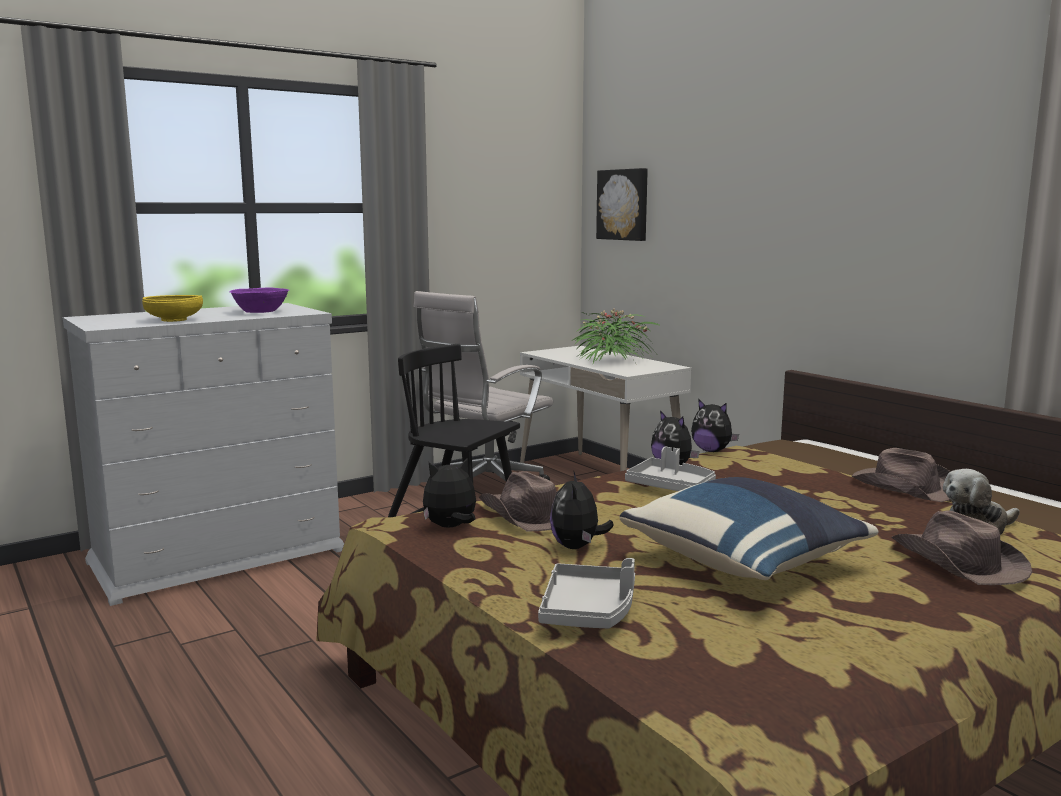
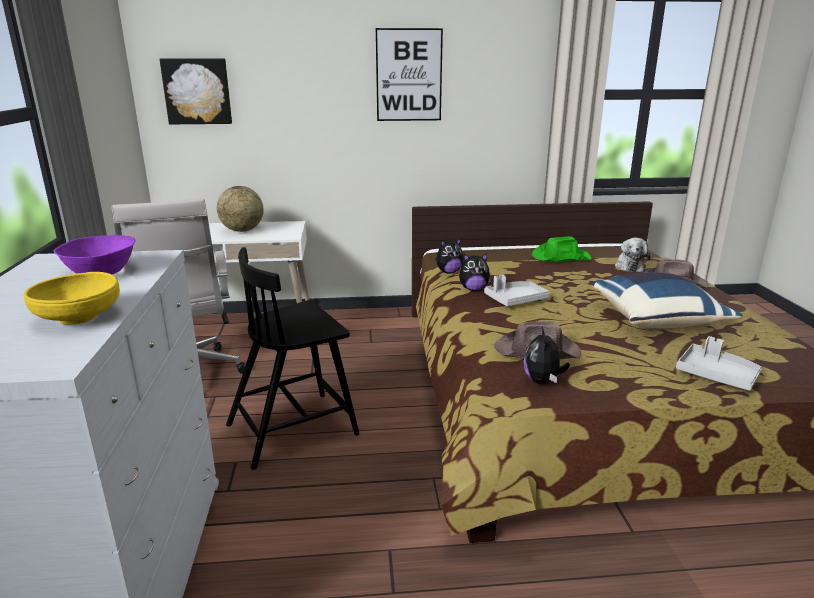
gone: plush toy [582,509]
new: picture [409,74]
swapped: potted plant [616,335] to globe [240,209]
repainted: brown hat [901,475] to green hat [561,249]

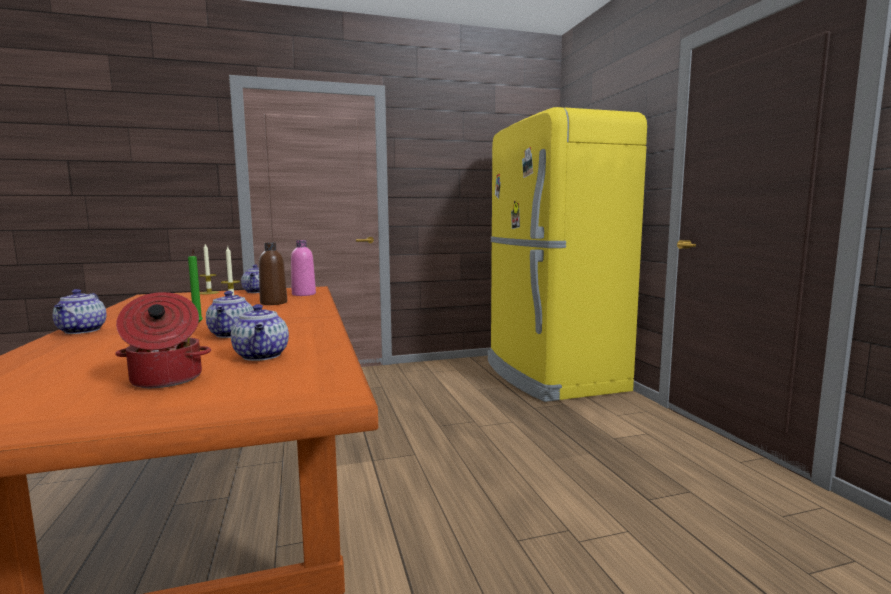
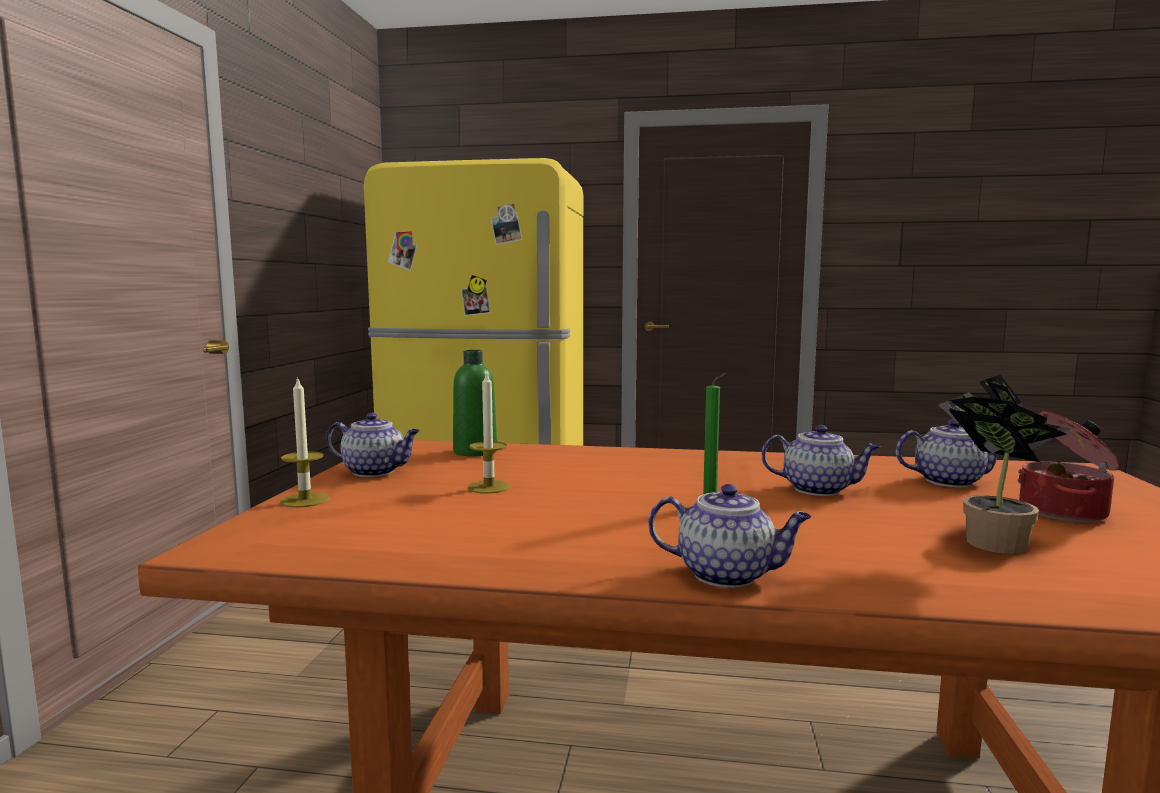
gone: brown bottle [273,273]
new: potted plant [1005,464]
repainted: pink bottle [303,268] to green bottle [475,403]

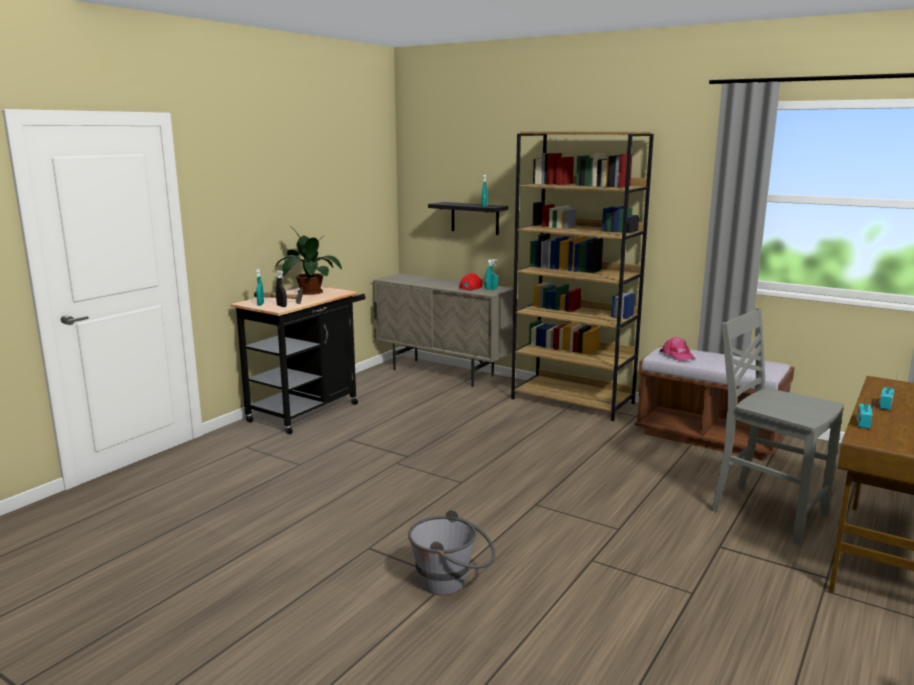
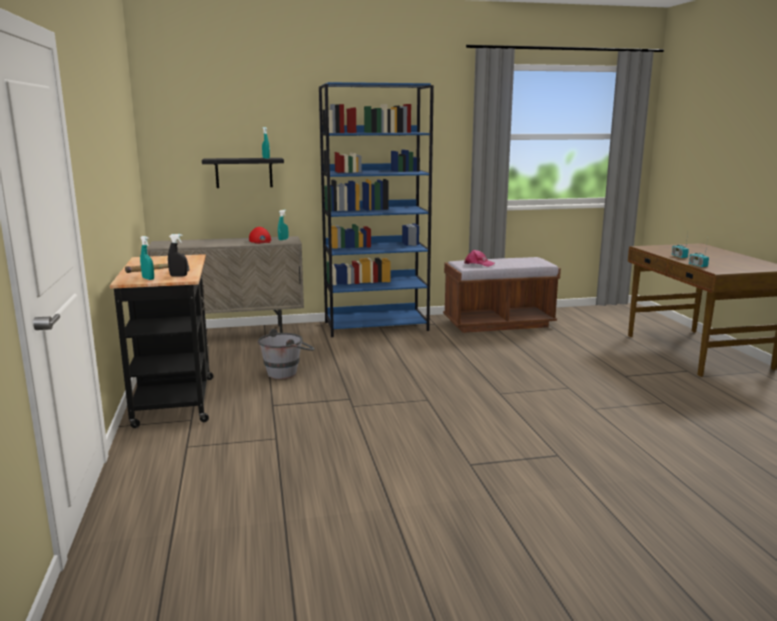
gone: potted plant [308,260]; grey chair [777,426]
shifted: grey bucket [451,552] to [286,354]
repainted: brown bookcase [582,276] to blue bookcase [376,209]

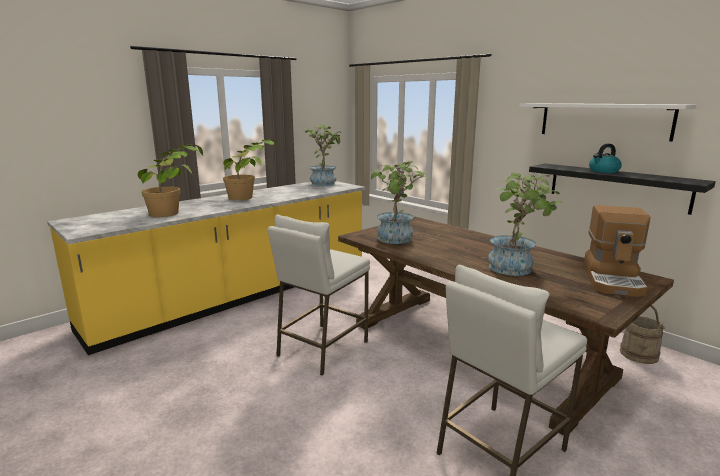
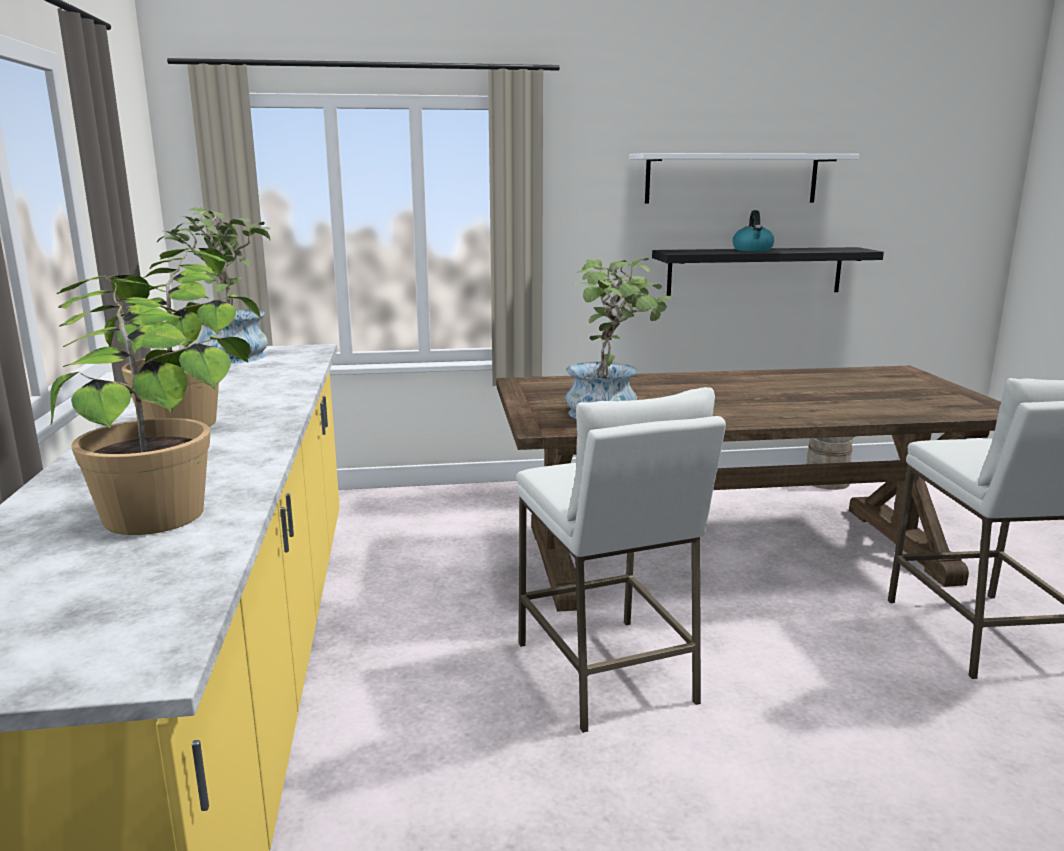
gone: potted plant [525,224]; coffee machine [617,251]

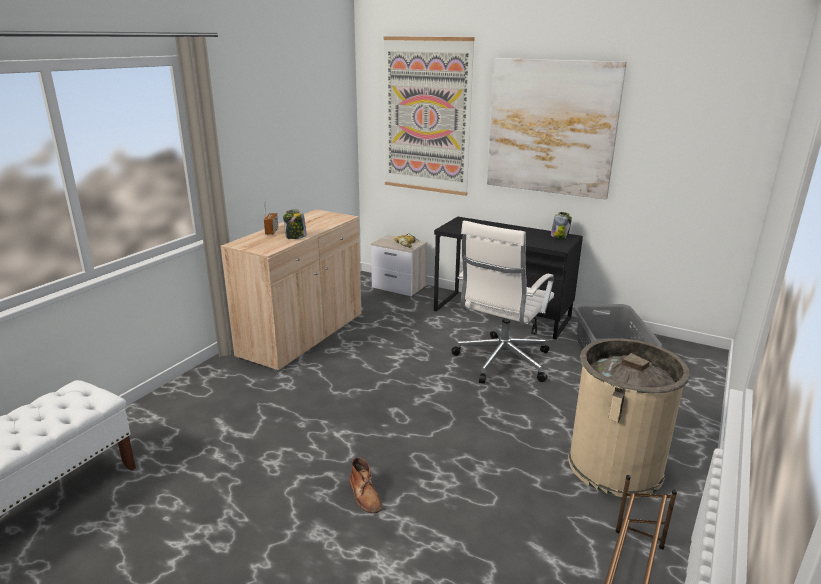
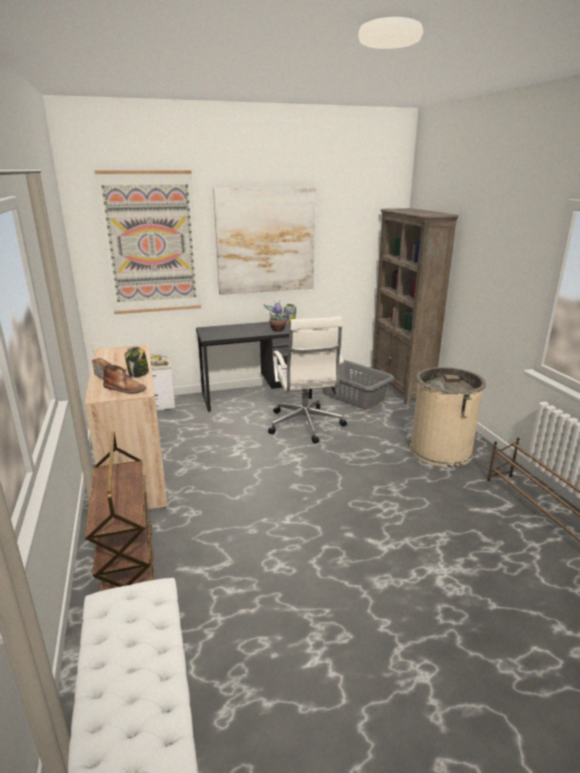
new: brown cart [119,511]; potted plant [275,316]; brown bookcase [415,306]
shifted: brown boot [366,485] to [124,379]

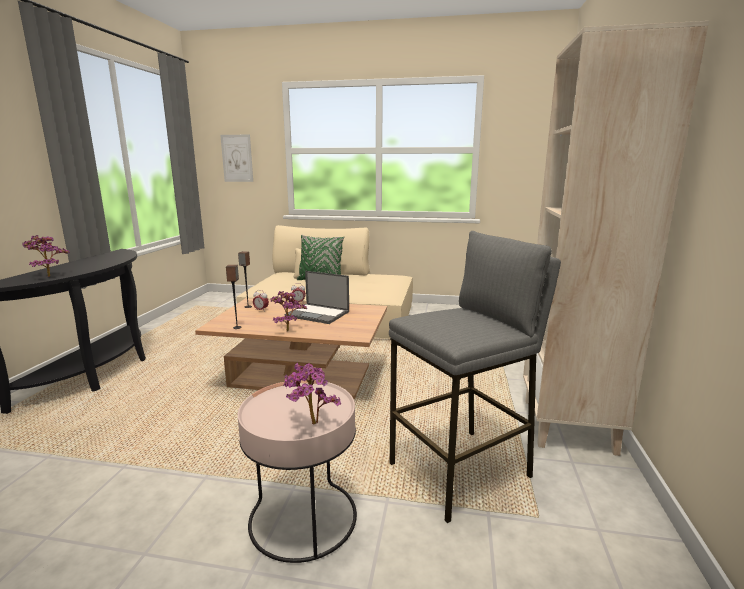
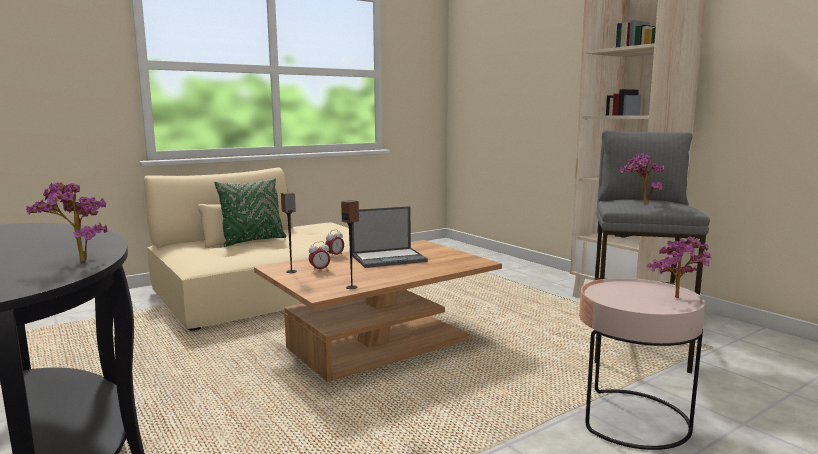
gone: picture [236,158]
shifted: potted plant [288,311] to [642,179]

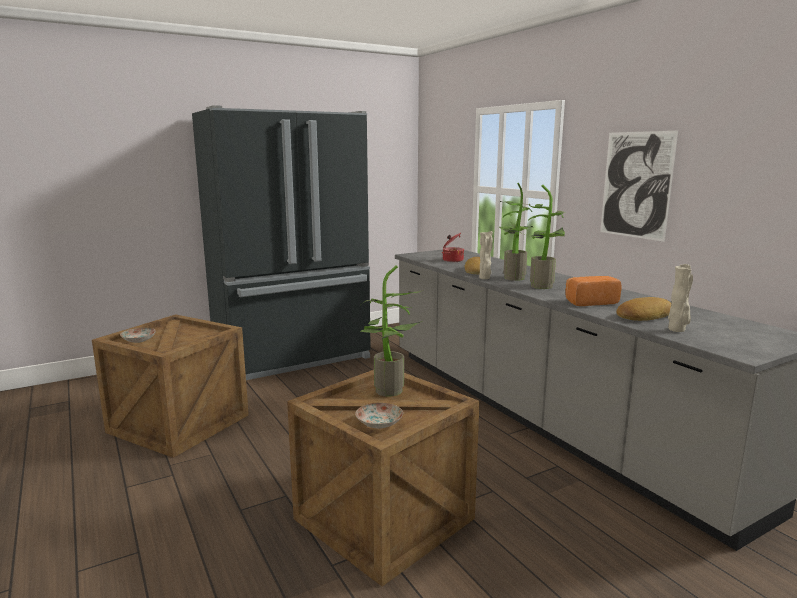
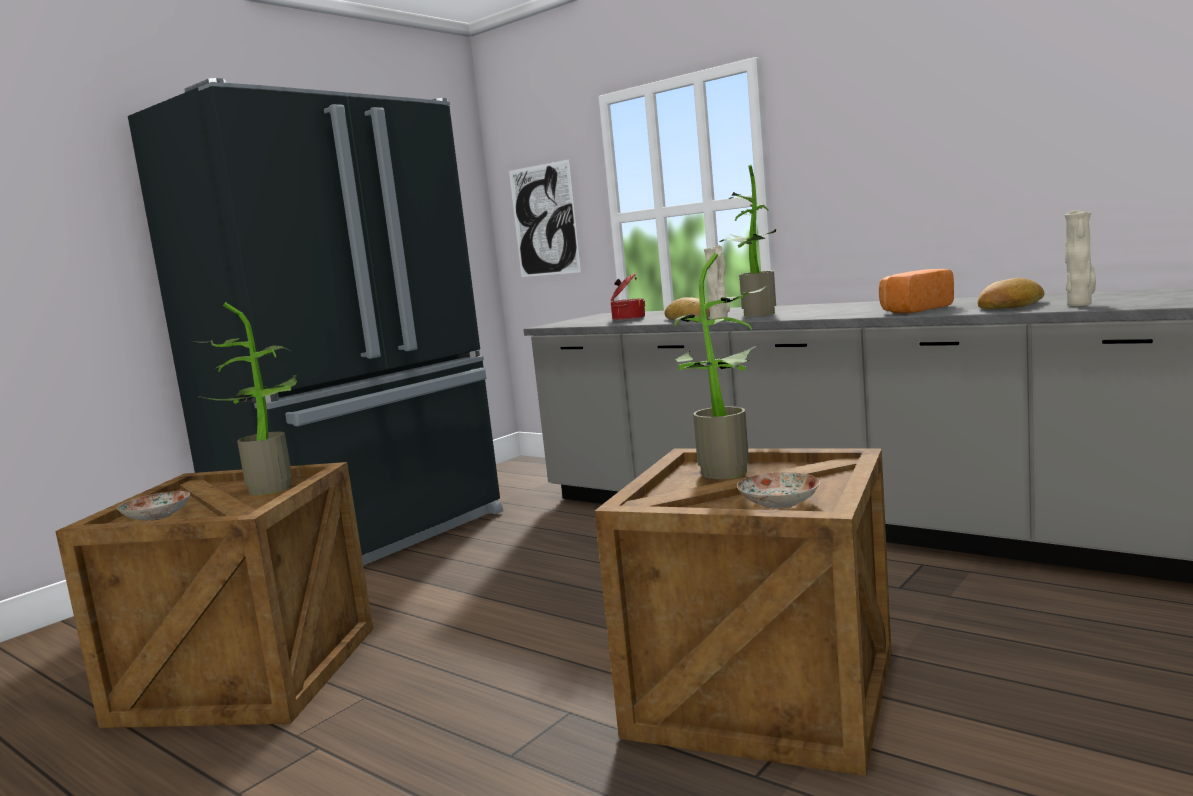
shifted: potted plant [545,237] to [245,398]; picture [639,186] to [545,218]

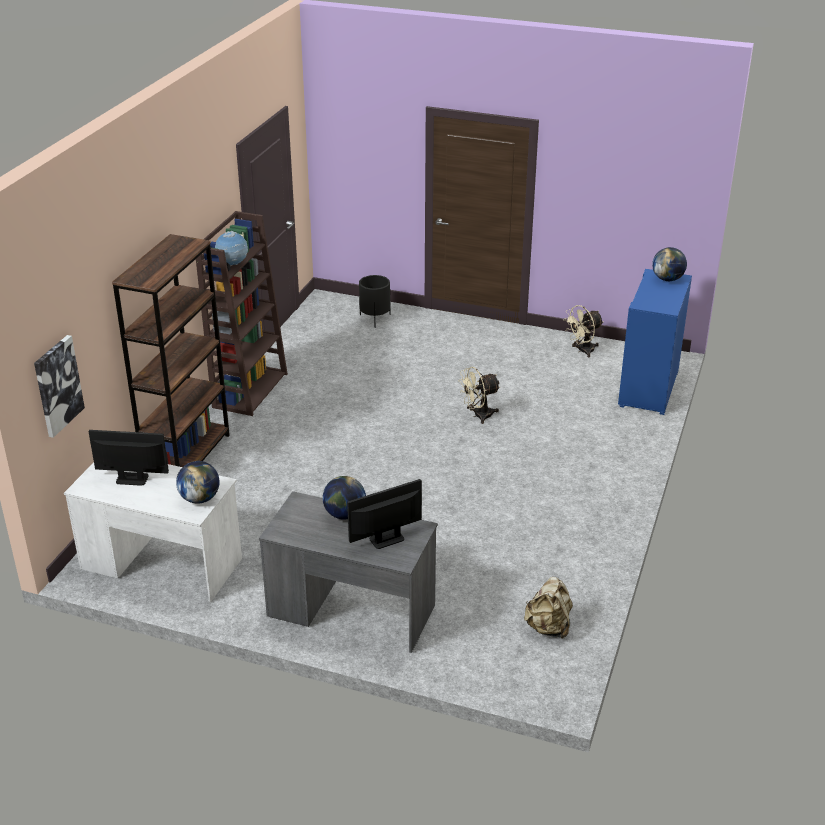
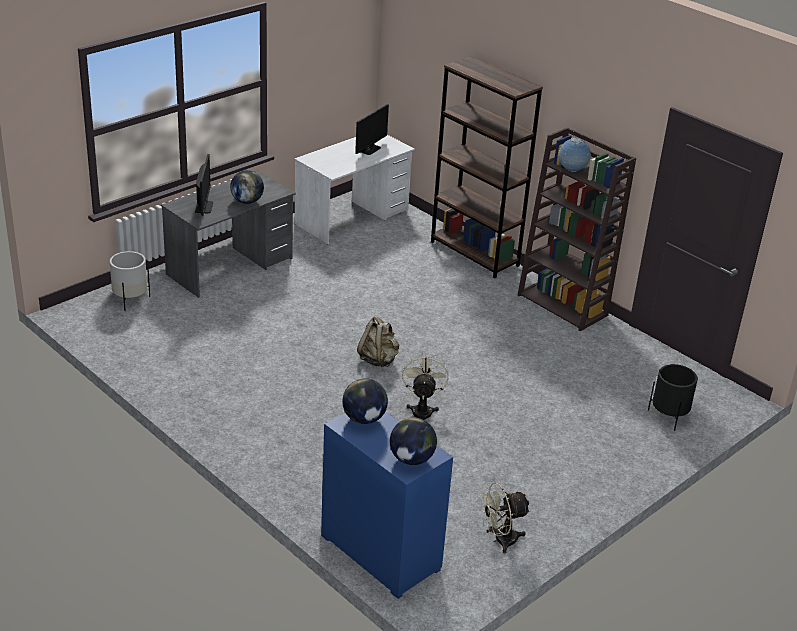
gone: picture [59,386]
new: white planter [130,281]
shifted: globe [198,482] to [365,401]; beige backpack [548,608] to [378,341]
rotated: beige fan [583,331] = [504,518] 105 degrees counterclockwise

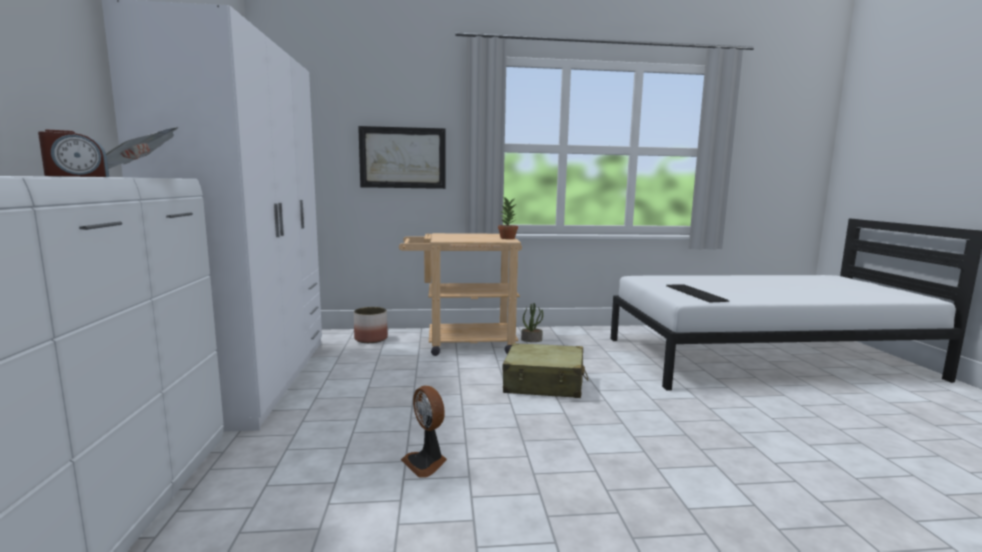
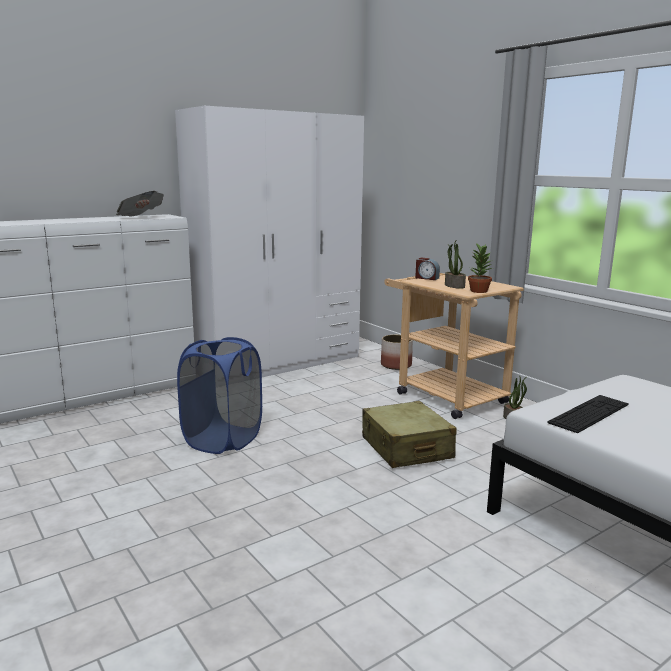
gone: picture [402,157]
new: potted plant [455,264]
shifted: alarm clock [73,153] to [427,269]
swapped: fan [424,432] to blue laundry basket [219,395]

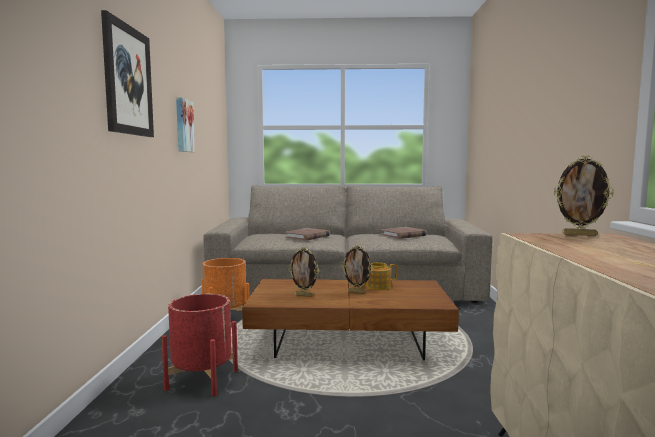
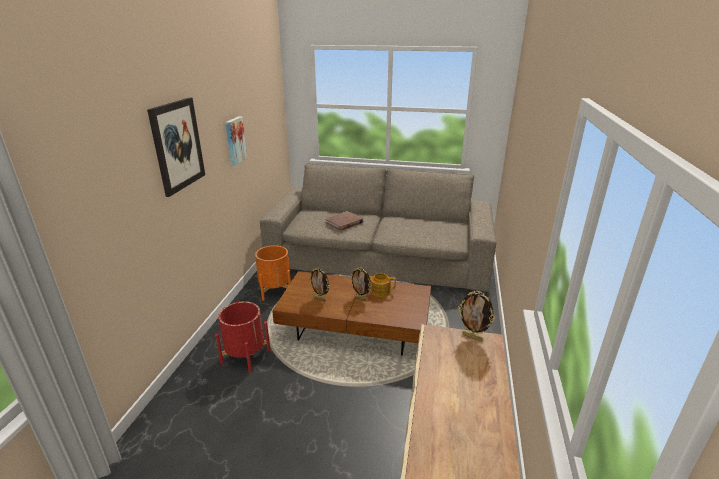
gone: brown book [404,233]

